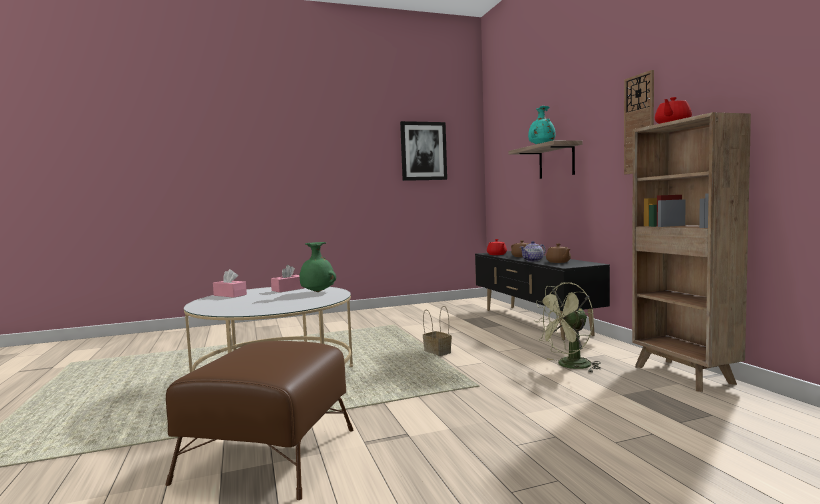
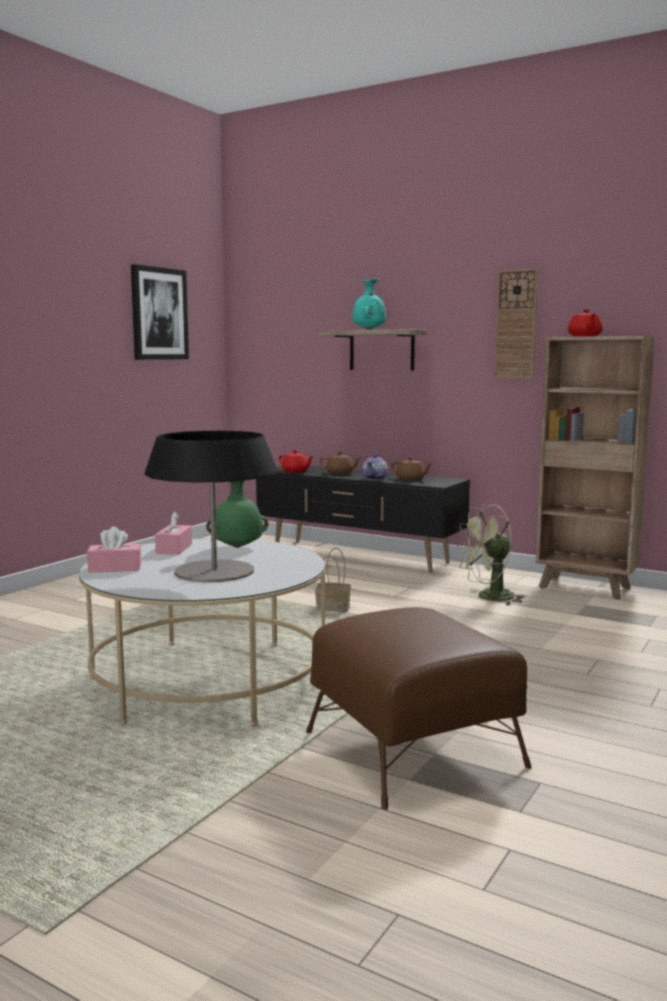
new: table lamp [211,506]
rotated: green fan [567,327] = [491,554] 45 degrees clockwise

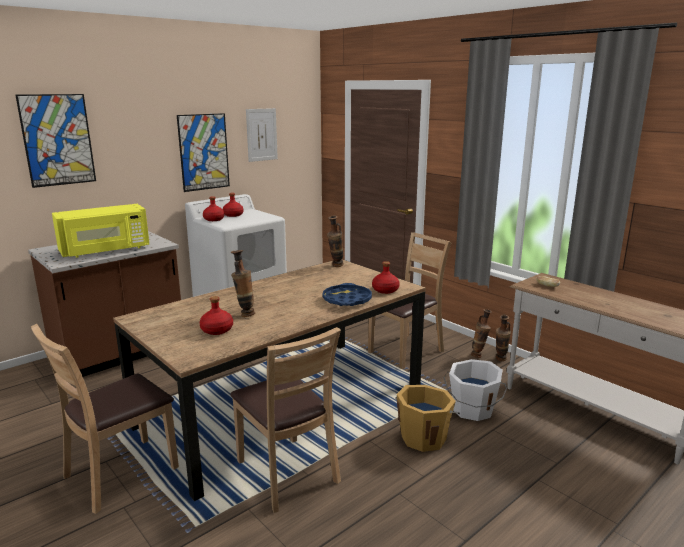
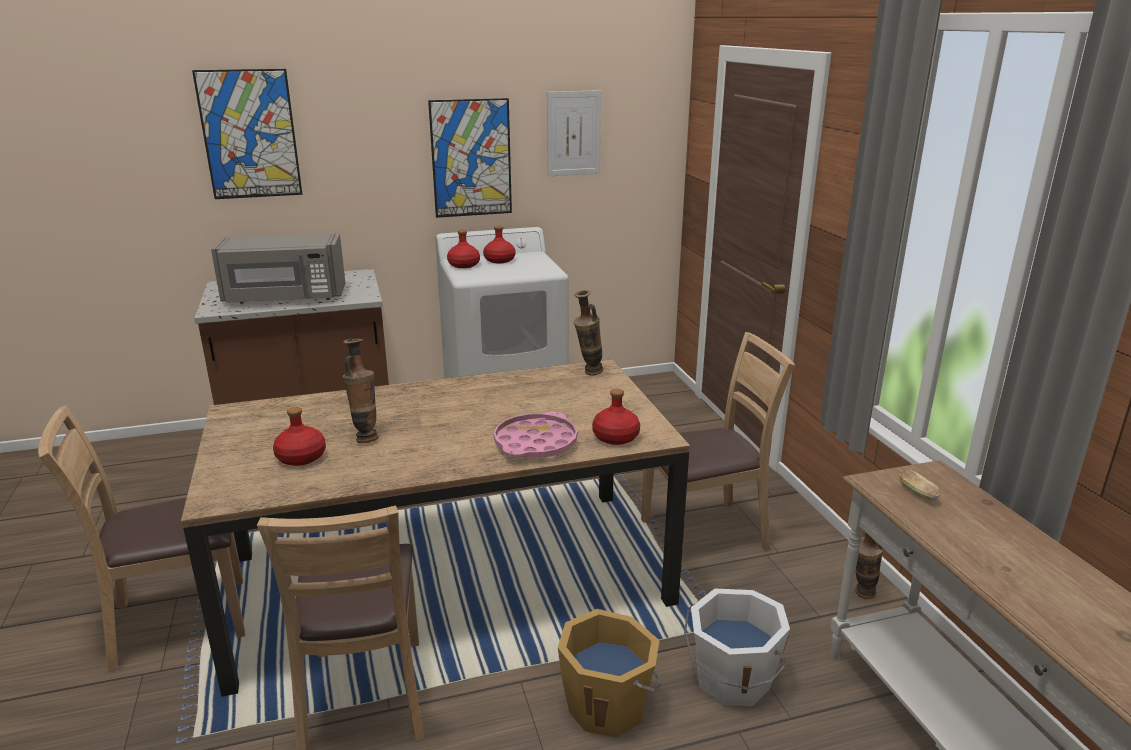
gone: vase [481,333]
repainted: yellow microwave [101,231] to grey microwave [278,269]; blue tray [347,294] to pink tray [535,435]

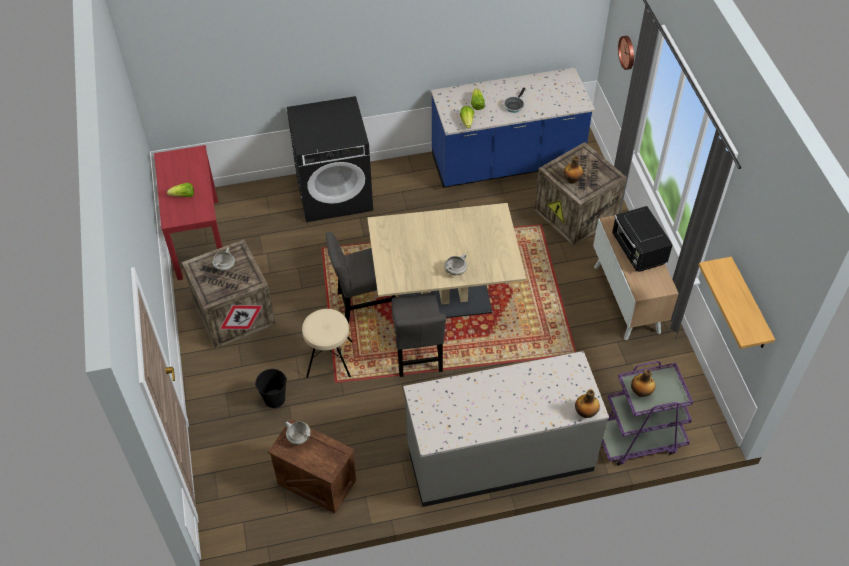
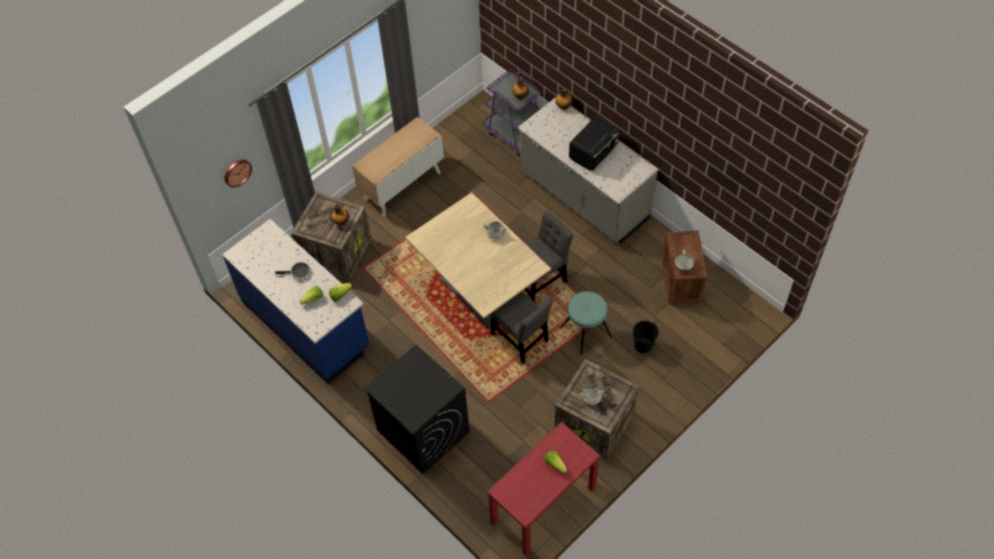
gone: shelf [737,303]
shifted: black microwave [642,239] to [594,143]
repainted: beige stool [327,343] to turquoise stool [586,323]

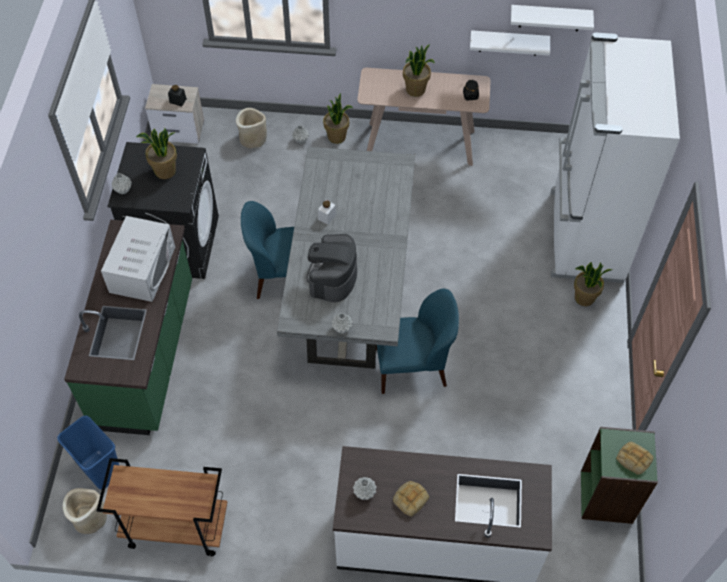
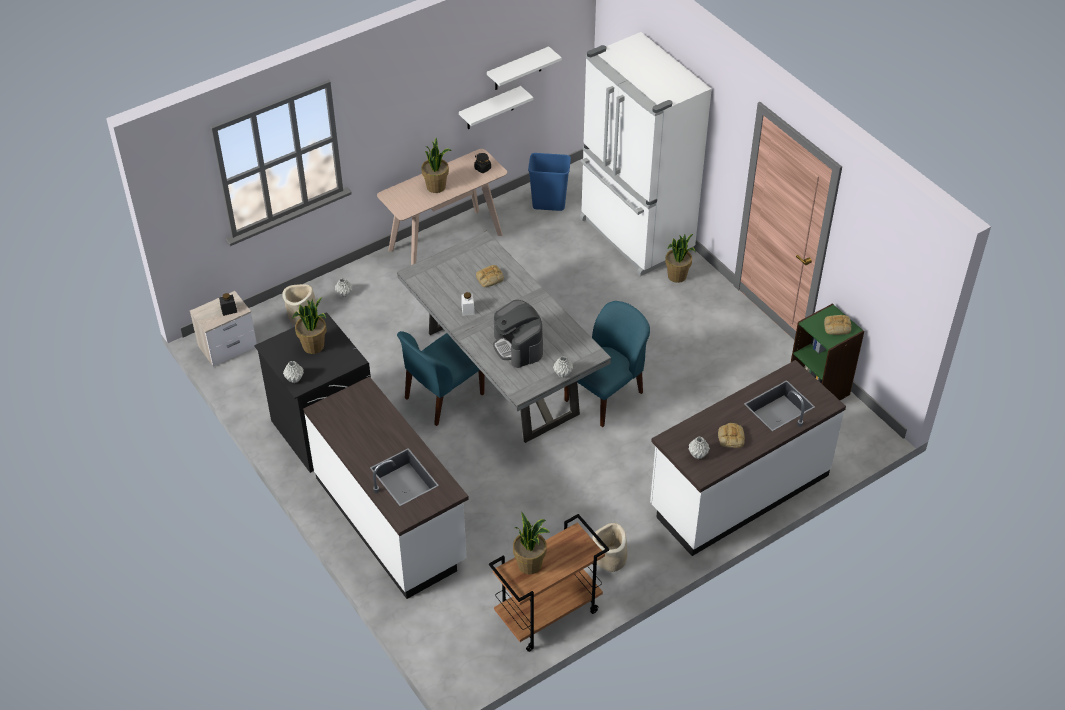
gone: white microwave [138,259]
new: bread [490,276]
shifted: blue trash can [88,452] to [549,182]; beige planter [85,511] to [610,547]; potted plant [338,118] to [531,543]
repainted: green counter [128,327] to white counter [386,488]

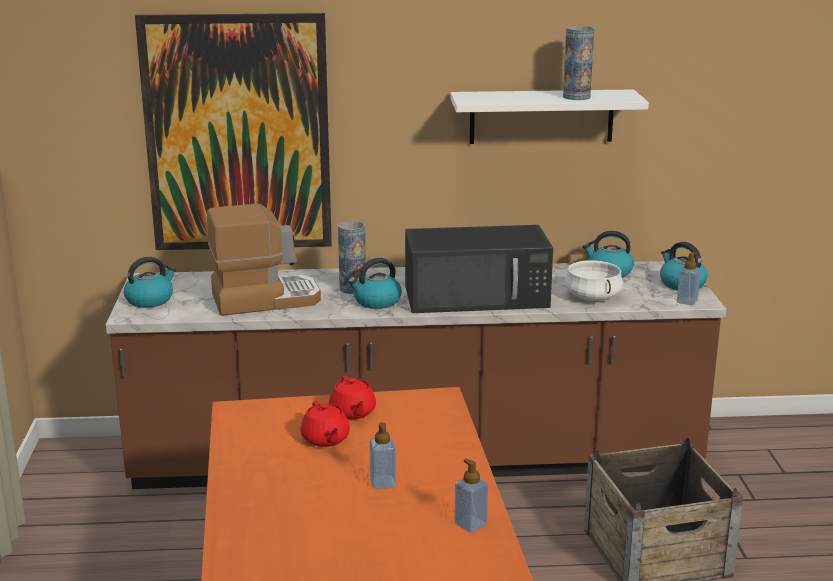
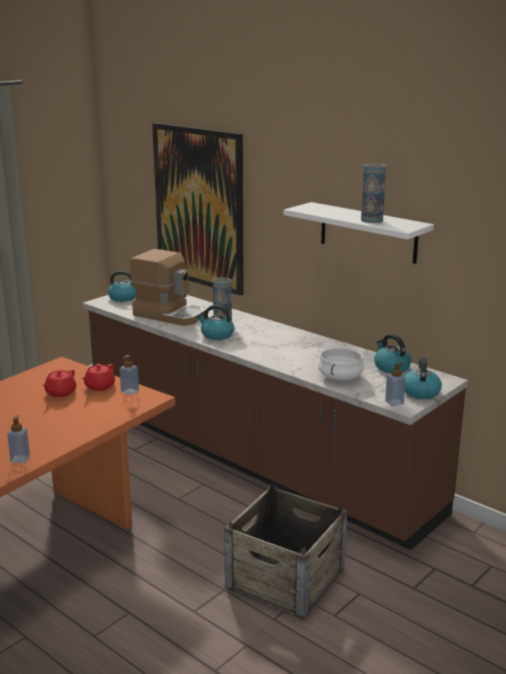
gone: black microwave [479,269]
shifted: soap dispenser [383,455] to [129,375]

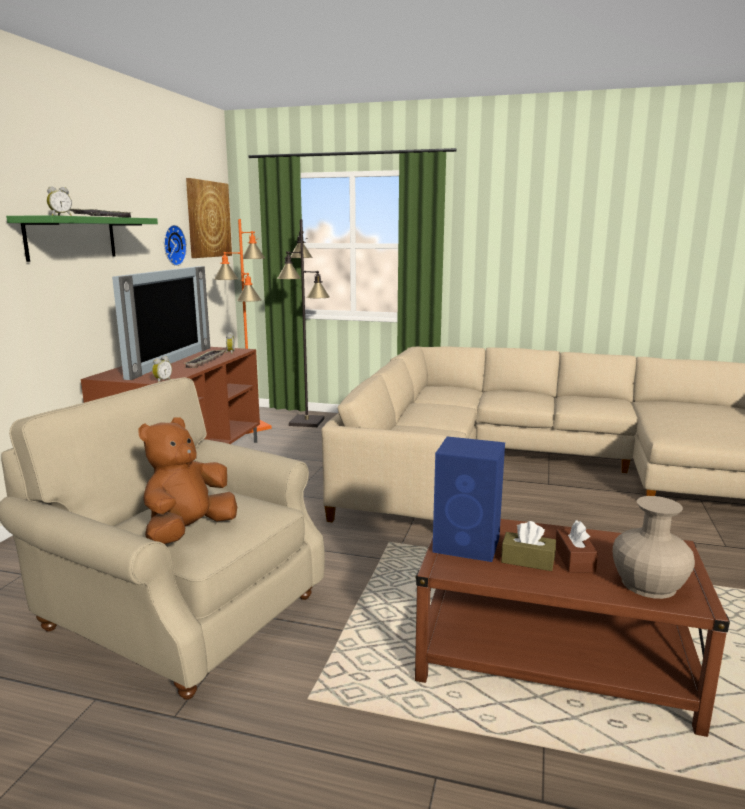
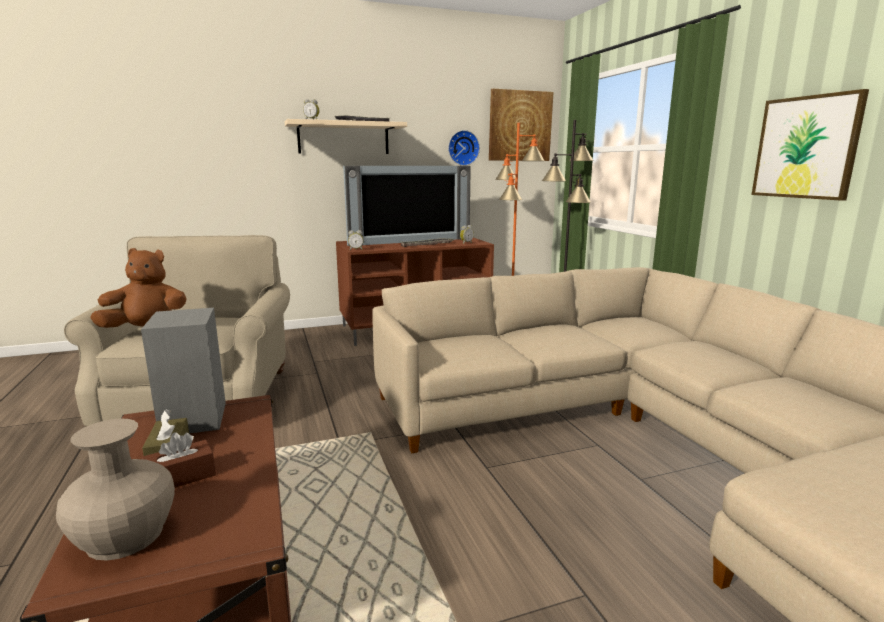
new: picture [810,145]
repainted: green shelf [82,238] to beige shelf [346,136]; blue speaker [468,499] to grey speaker [183,370]

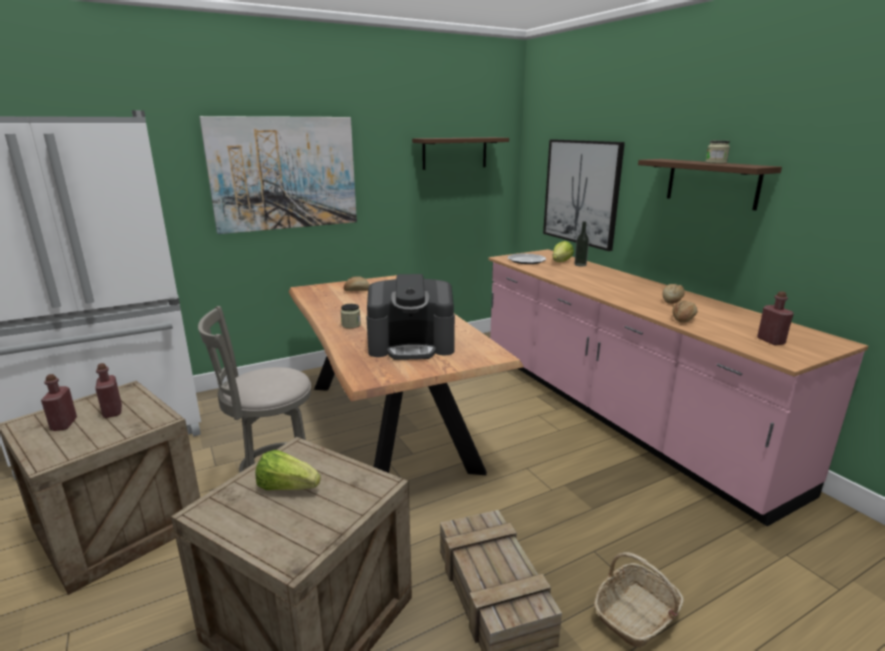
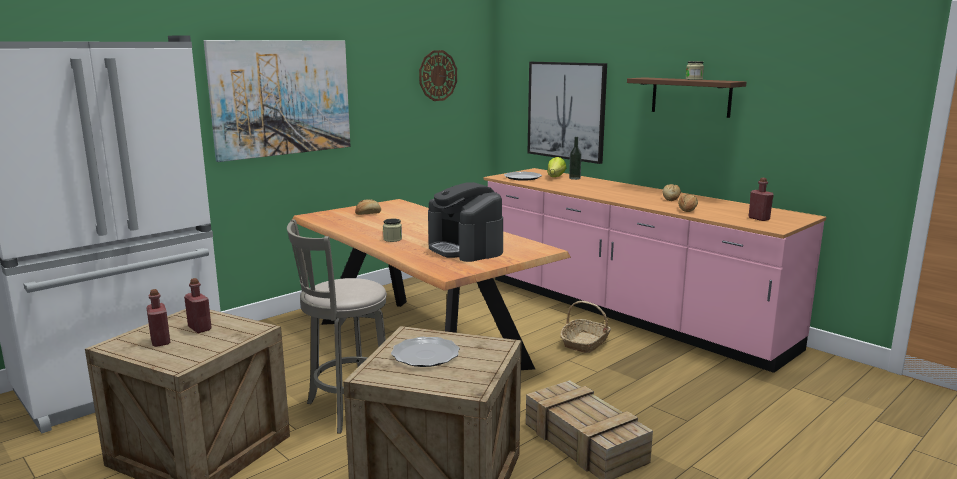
shifted: basket [639,600] to [585,327]
swapped: lettuce [288,470] to plate [425,352]; brown shelf [460,153] to wall clock [438,75]
rotated: coffee machine [410,317] = [465,222] 75 degrees clockwise

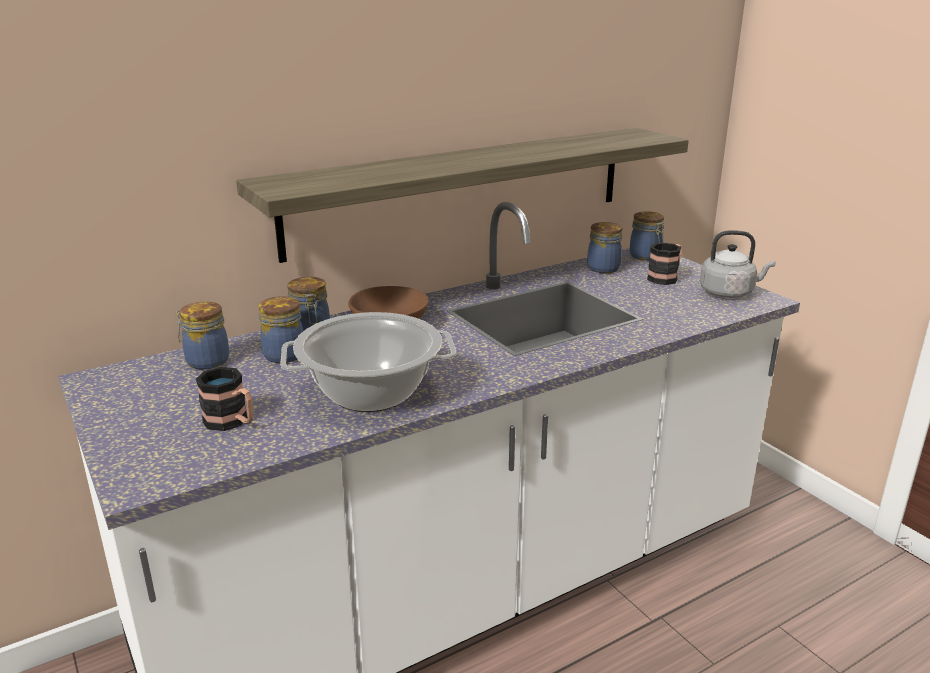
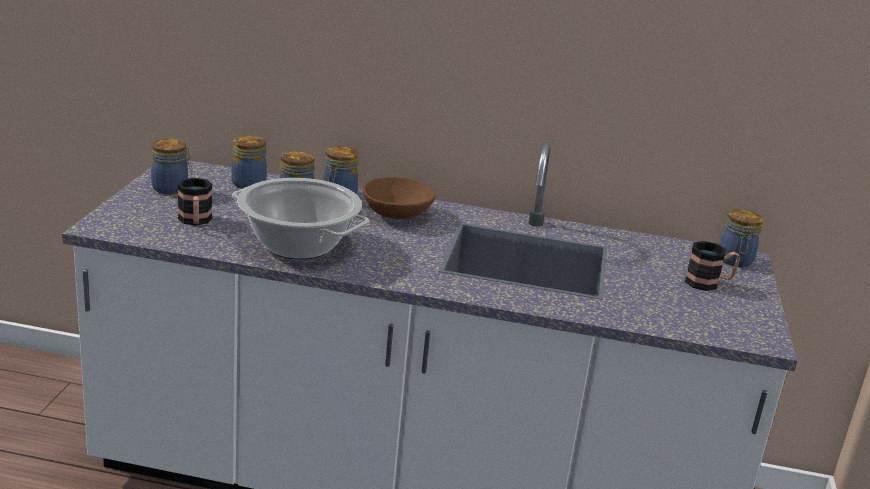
gone: shelf [462,195]; grey kettle [737,264]
shifted: jar [604,247] to [172,166]

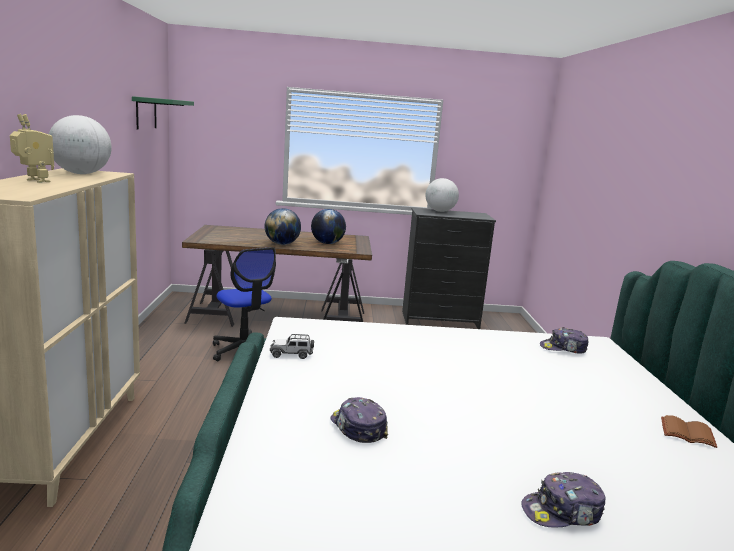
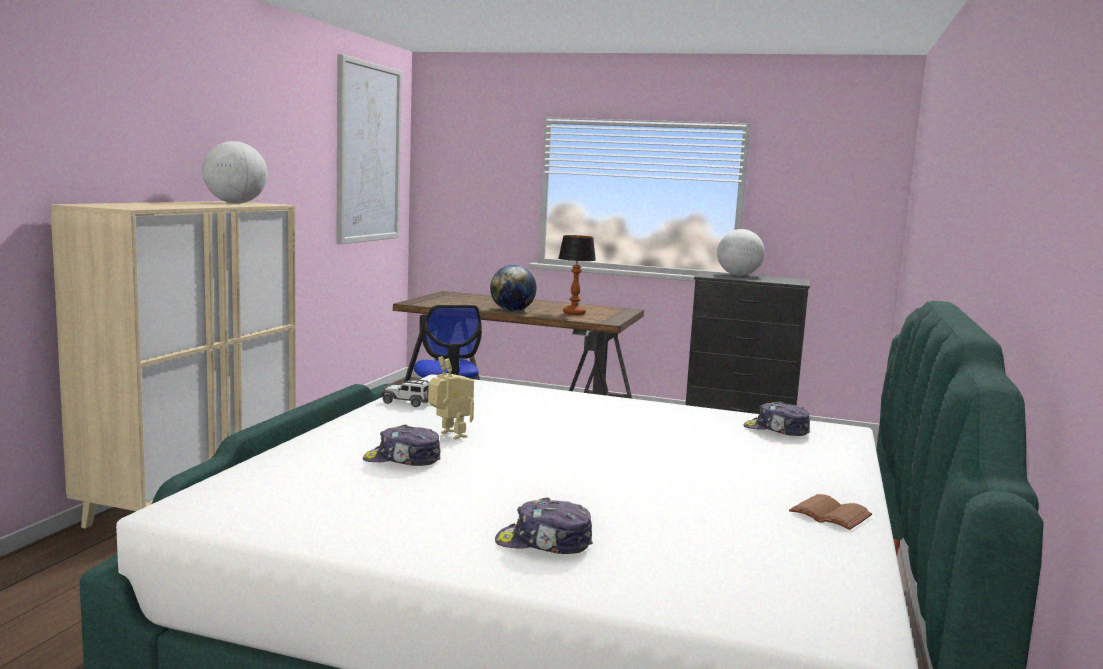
shifted: toy robot [32,148] to [451,397]
swapped: green shelf [163,112] to picture [369,149]; globe [328,226] to table lamp [577,275]
rotated: cap [359,420] = [401,445] 75 degrees counterclockwise

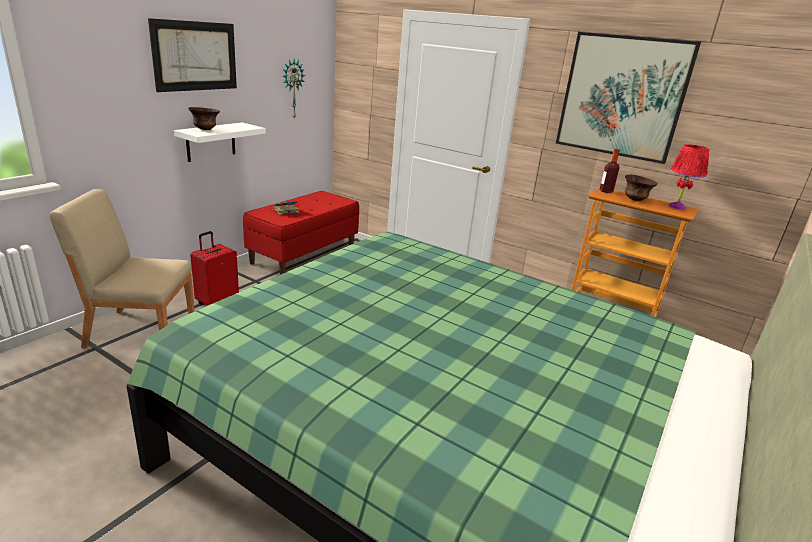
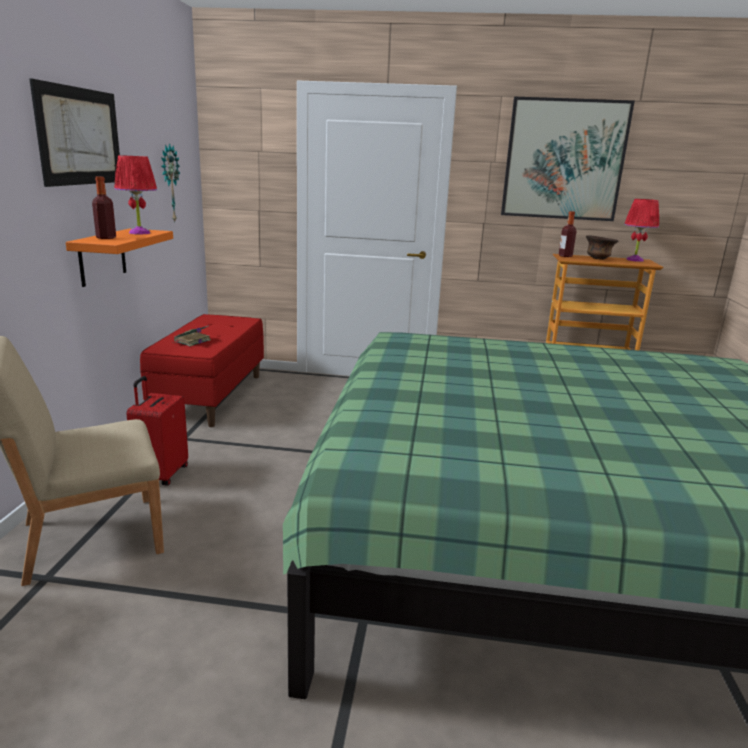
new: red table lamp [135,194]
swapped: brown bowl [204,118] to bottle [104,208]
repainted: white shelf [220,142] to orange shelf [119,258]

